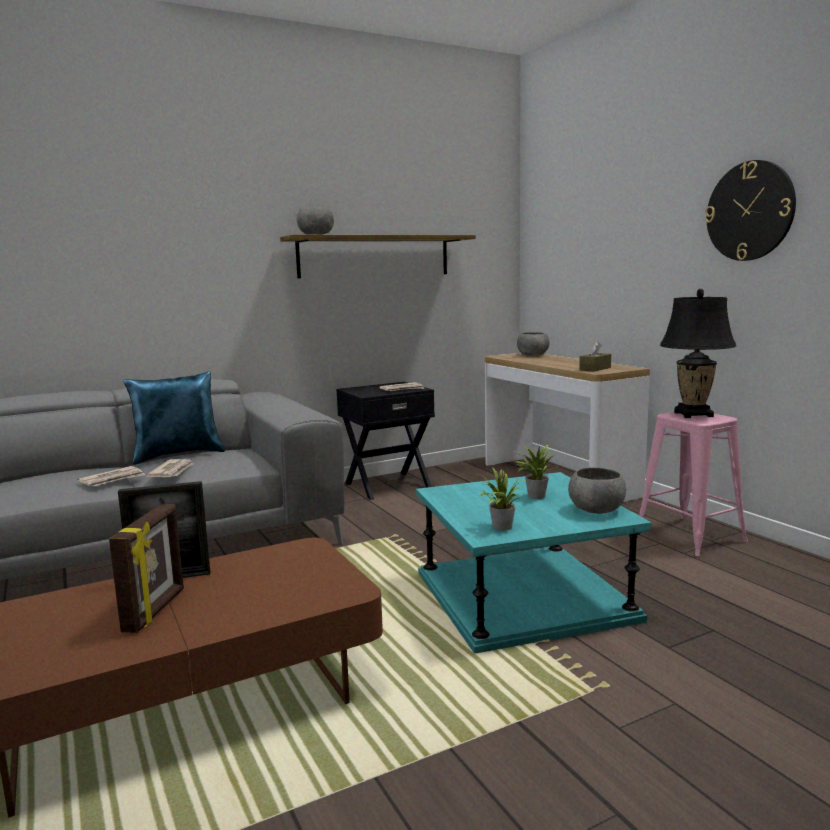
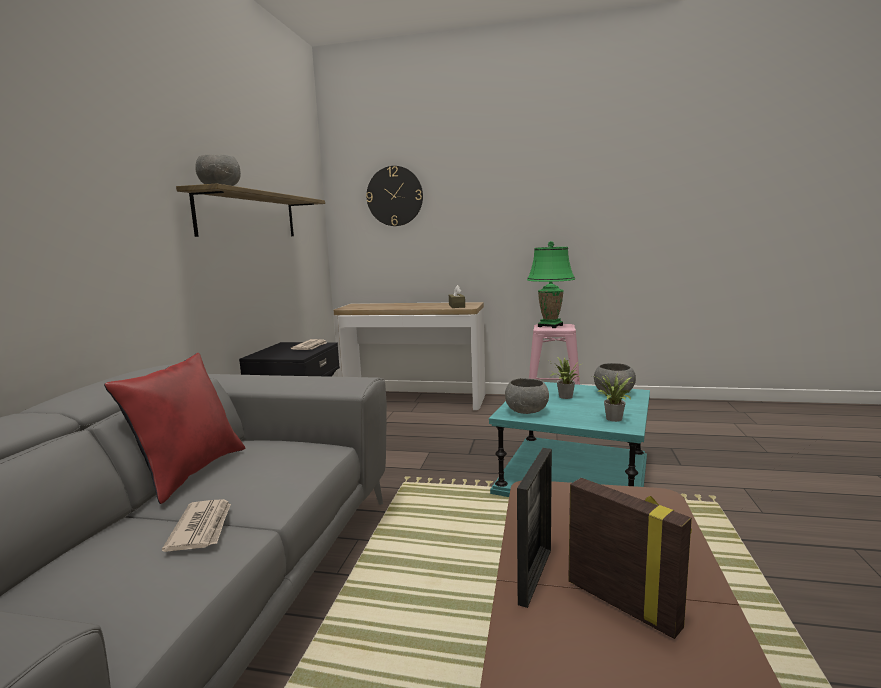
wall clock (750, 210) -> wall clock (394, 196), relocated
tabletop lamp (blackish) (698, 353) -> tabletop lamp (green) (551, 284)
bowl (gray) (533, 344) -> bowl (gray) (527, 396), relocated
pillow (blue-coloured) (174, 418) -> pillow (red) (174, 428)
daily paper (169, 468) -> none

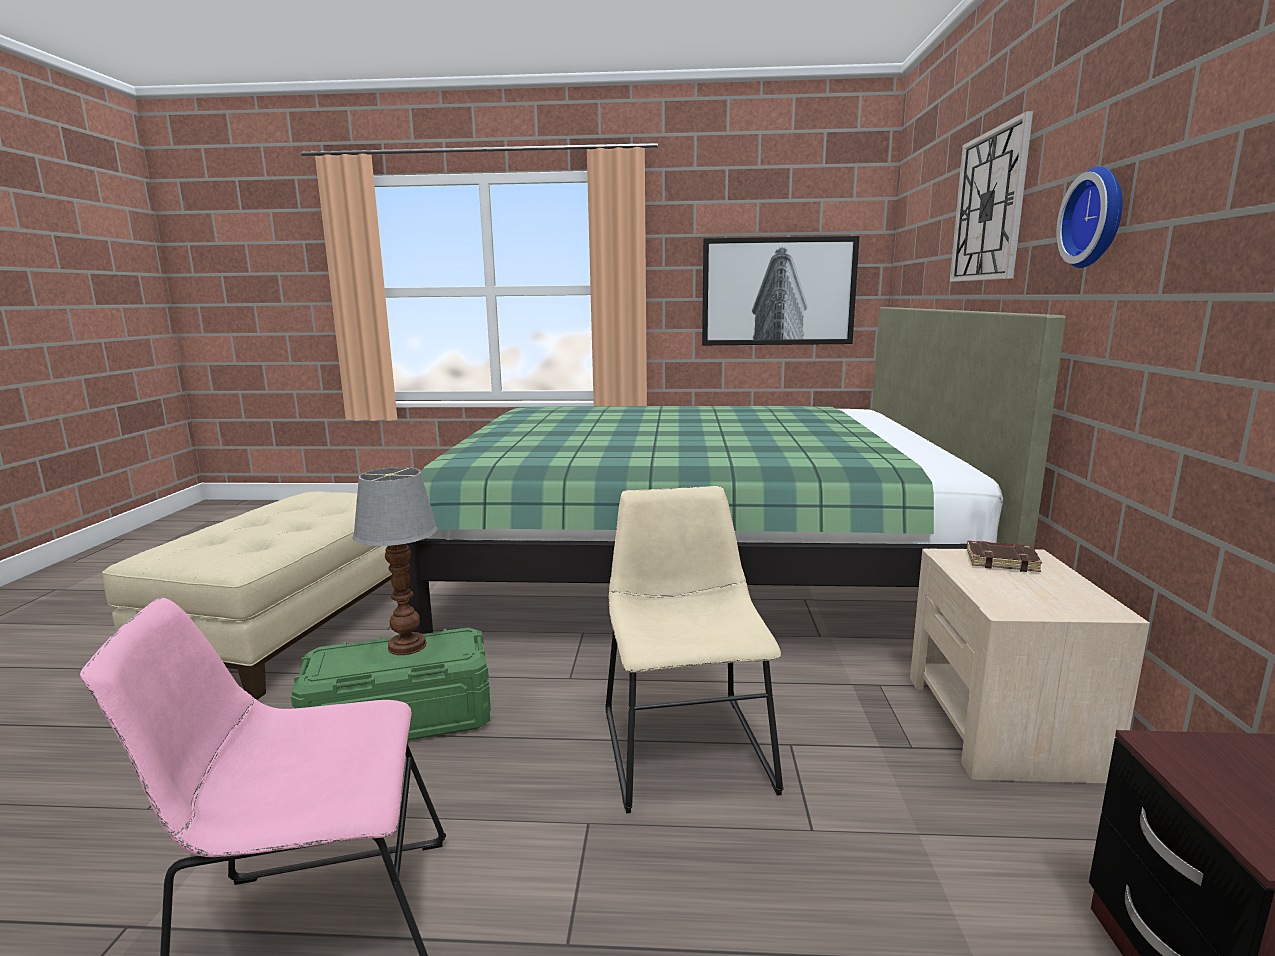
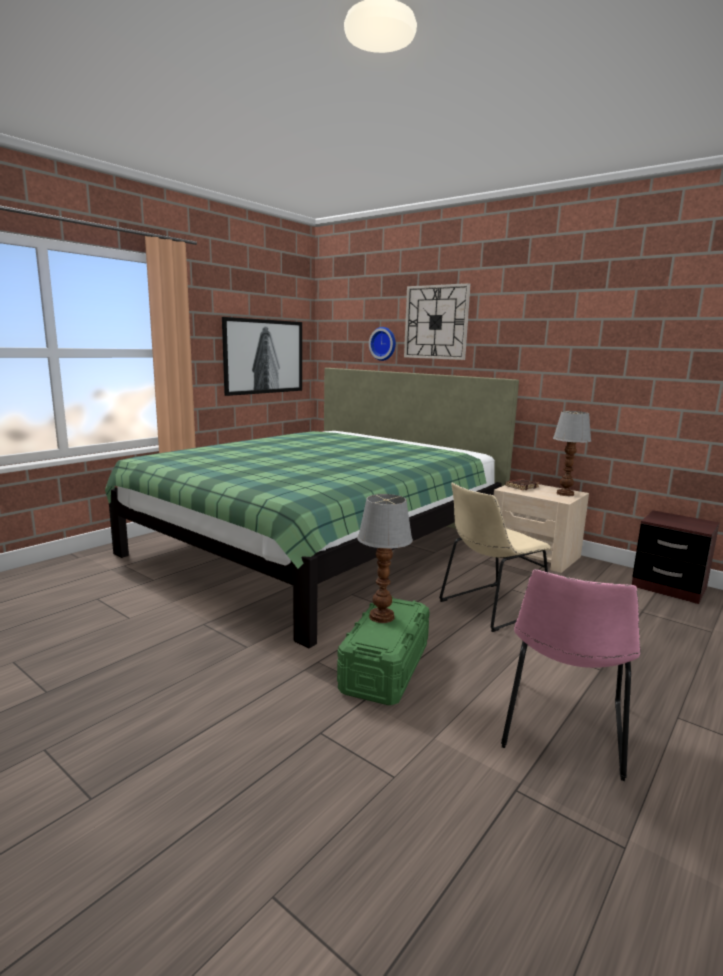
wall clock (1089, 217) -> wall clock (382, 344), relocated
upright chair (sand-coloured) (694, 650) -> upright chair (sand-coloured) (495, 557), 60 degrees counterclockwise
pouffe (sand-coloured) (247, 596) -> none
none -> tabletop lamp (572, 453)

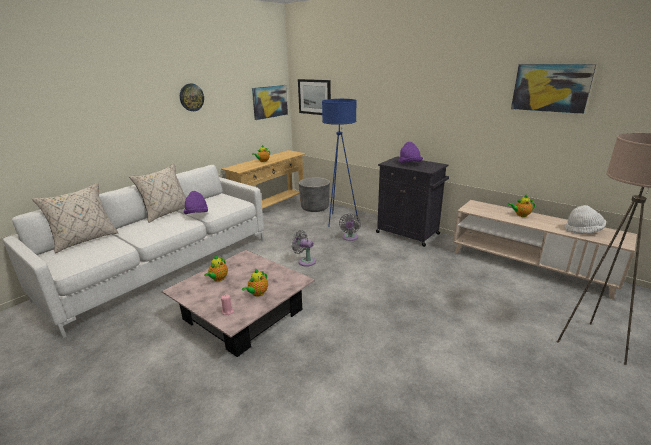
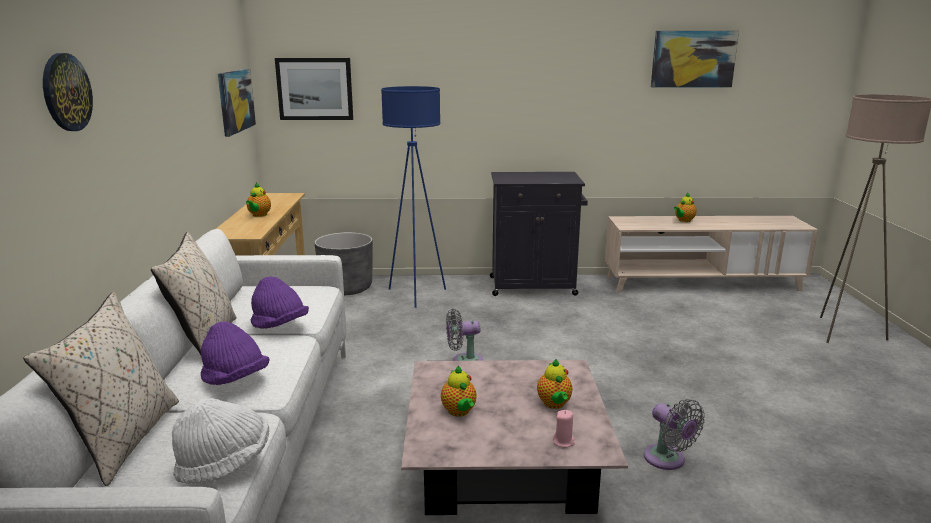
wall clock (192, 97) -> wall clock (68, 92), relocated
clothing hat (purple) (411, 152) -> clothing hat (purple) (235, 353), relocated
clothing hat (whitish) (585, 219) -> clothing hat (whitish) (220, 441), relocated
cooling fan (gray) (350, 227) -> cooling fan (gray) (674, 434), relocated

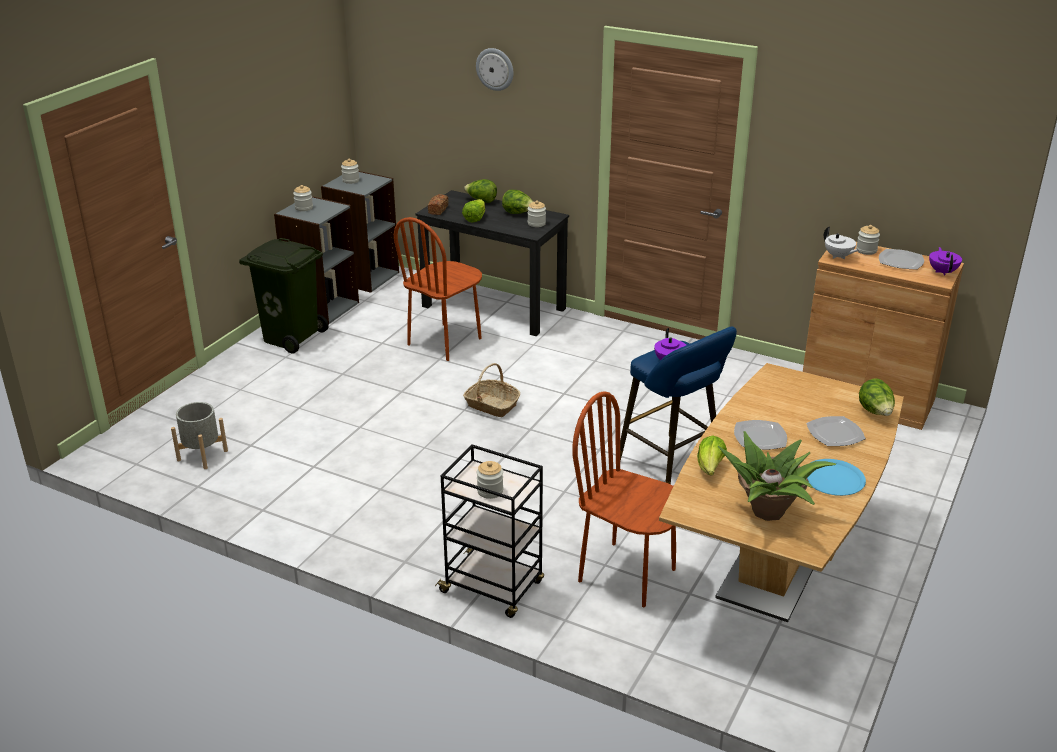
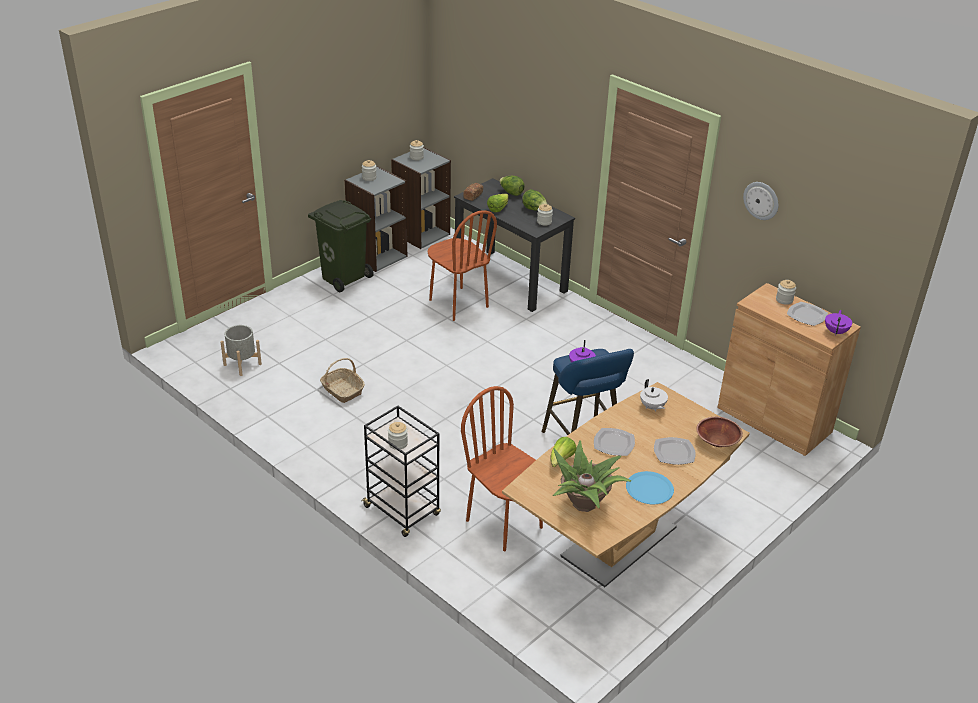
wall clock (495, 69) -> wall clock (761, 201), relocated
upright chair (brownish) (438, 289) -> upright chair (brownish) (462, 265), 90 degrees counterclockwise
tea pot (whitish) (842, 243) -> tea pot (whitish) (654, 395), relocated
storage basket (492, 390) -> storage basket (342, 380), relocated
head of lettuce (877, 397) -> bowl (brownish) (719, 432)

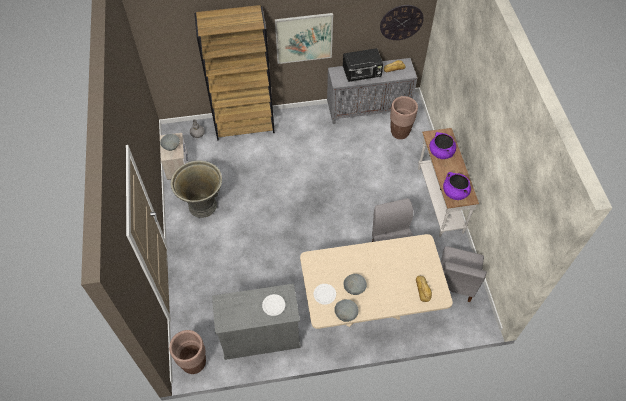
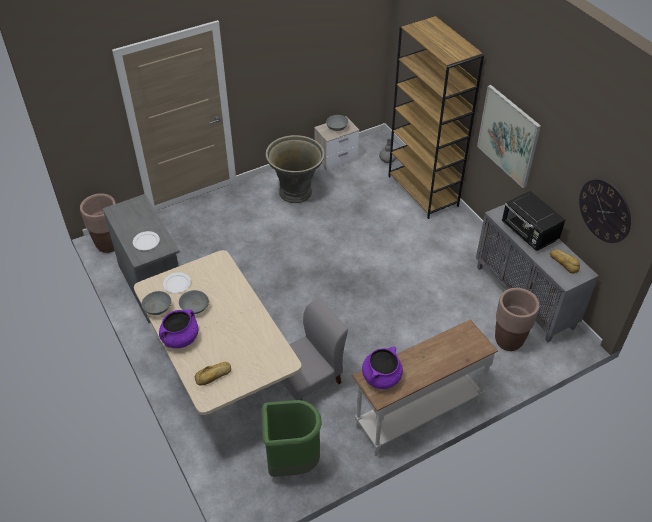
saucepot (purple) (443, 145) -> saucepot (purple) (178, 328), relocated
upright chair (gray) (464, 274) -> rubbish bin (green) (291, 438)

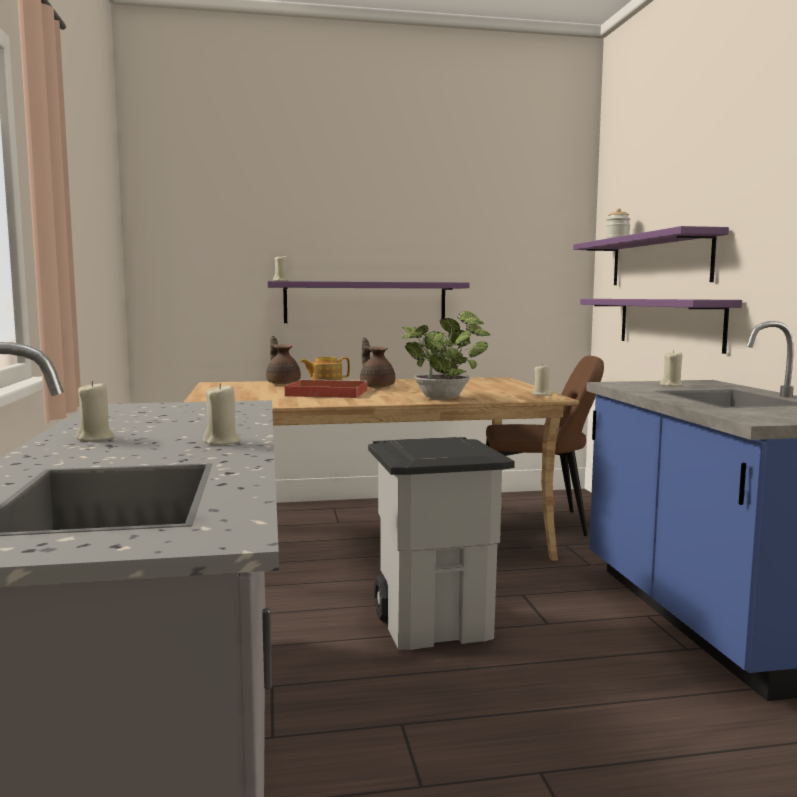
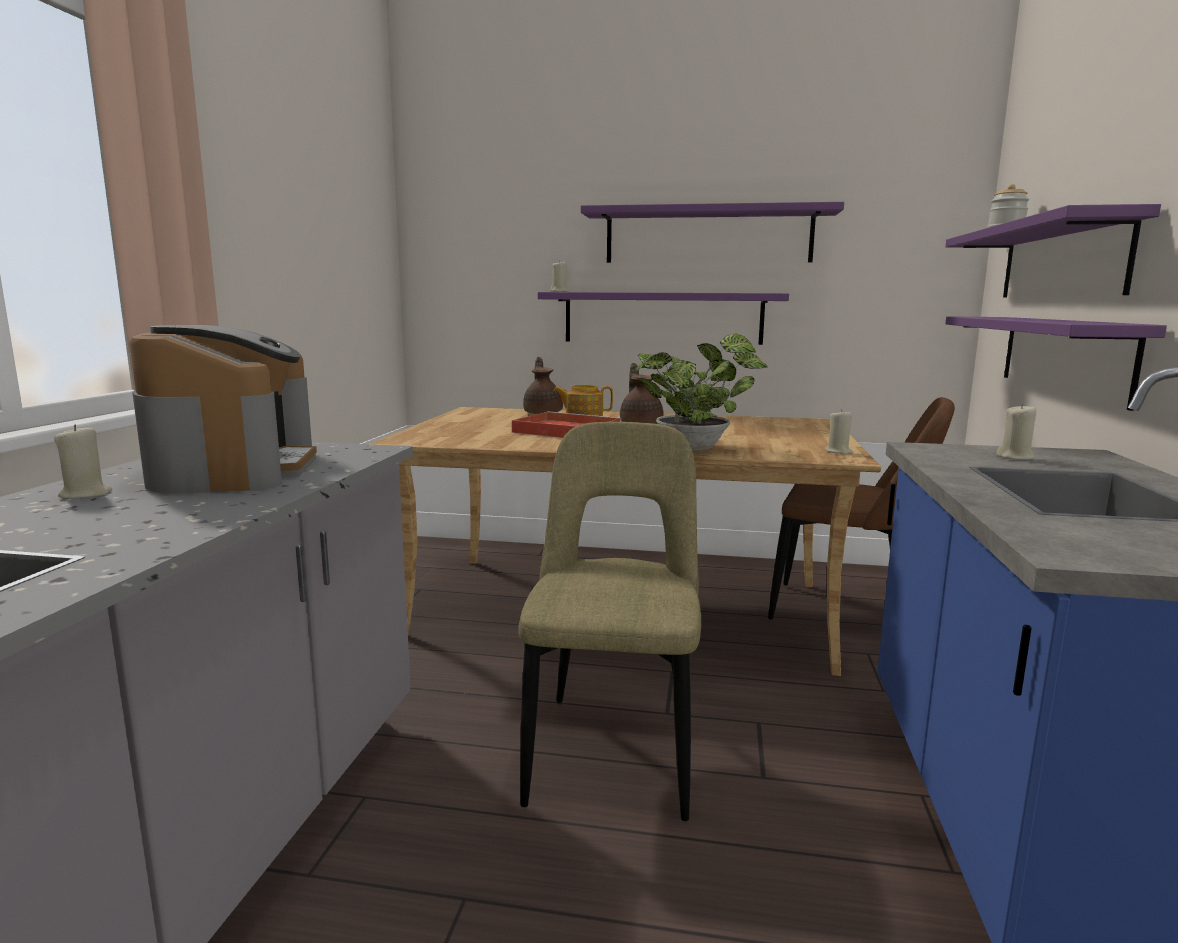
wax light (sand-coloured) (222, 414) -> none
rubbish bin (gray) (441, 543) -> upright chair (sand-coloured) (610, 621)
none -> bracket shelf (purple) (712, 232)
none -> coffee maker (223, 409)

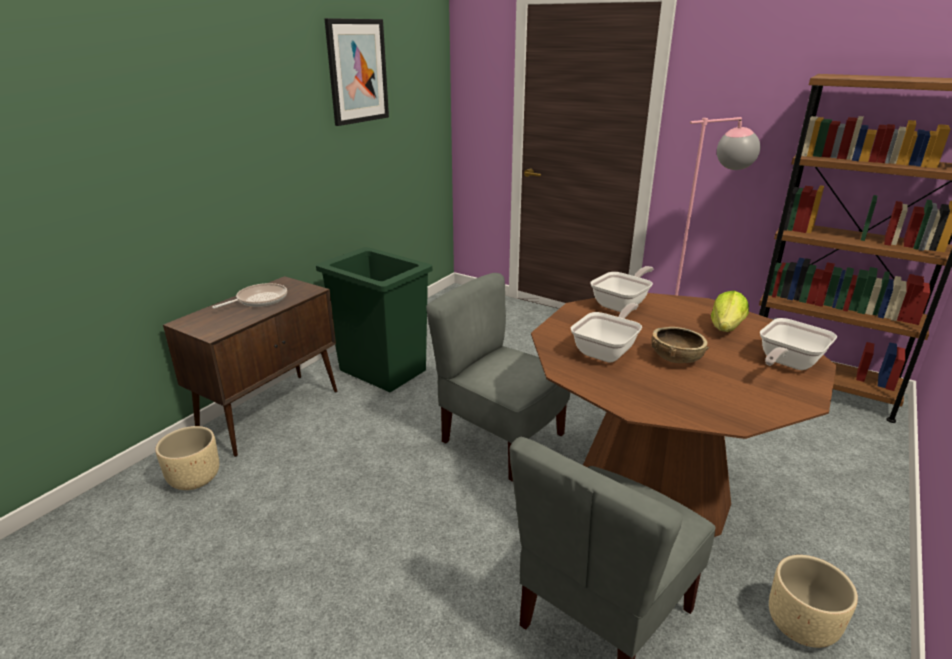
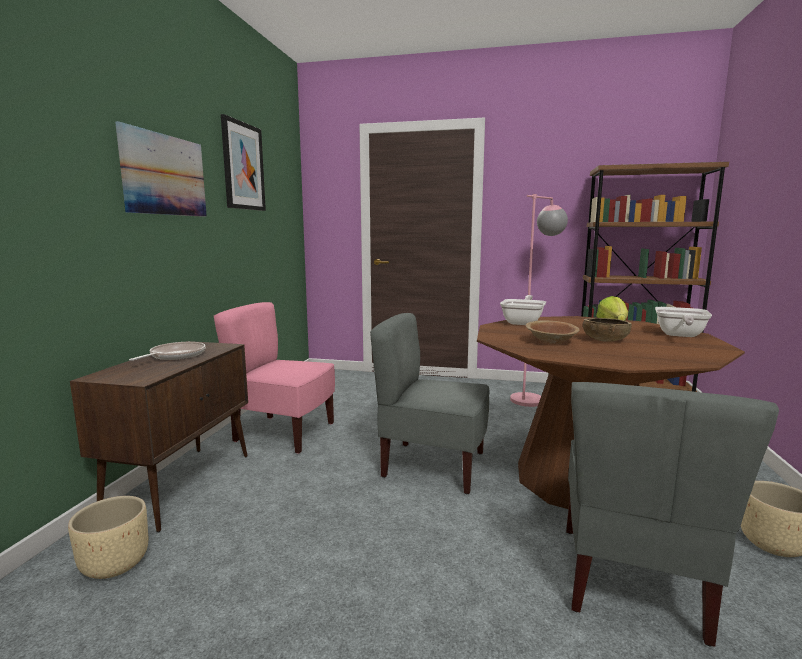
rubbish bin (green) (374, 319) -> upright chair (pink-coloured) (274, 378)
skillet (606, 333) -> bowl (brownish) (553, 332)
none -> picture (161, 169)

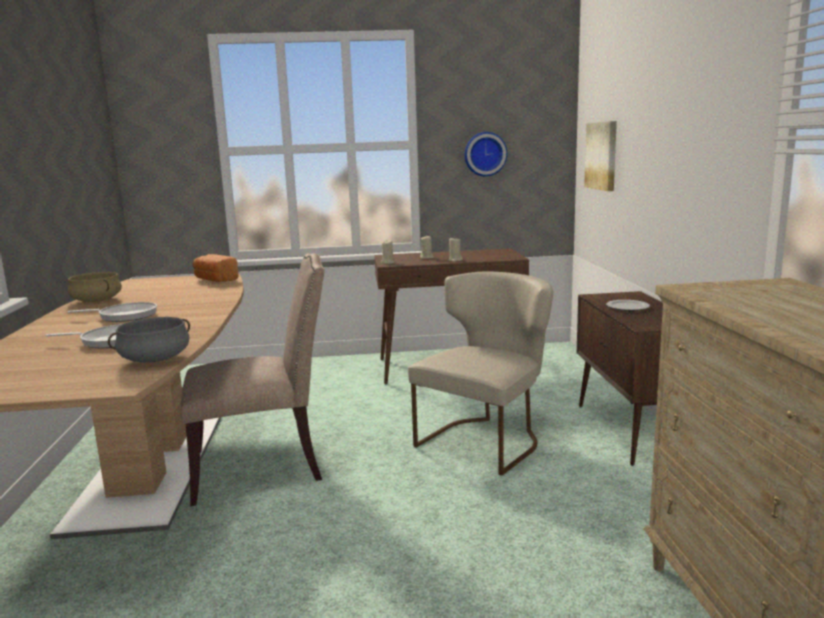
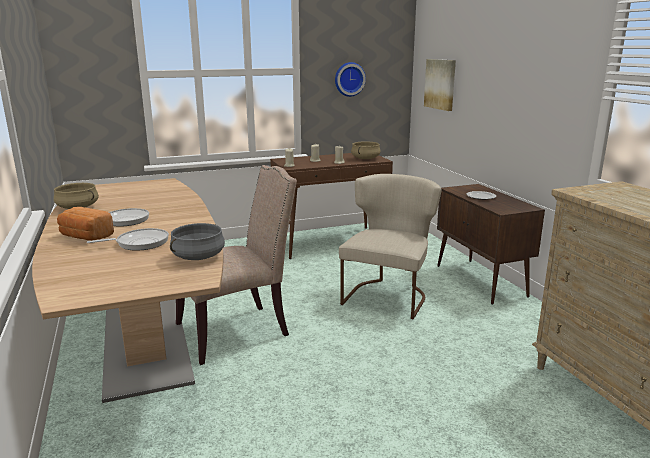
bread (216, 268) -> bread (85, 224), relocated
none -> saucepot (sand-coloured) (365, 150)

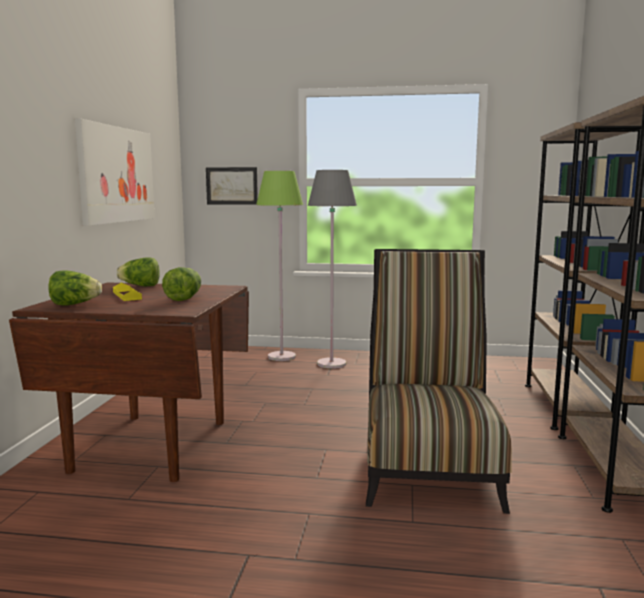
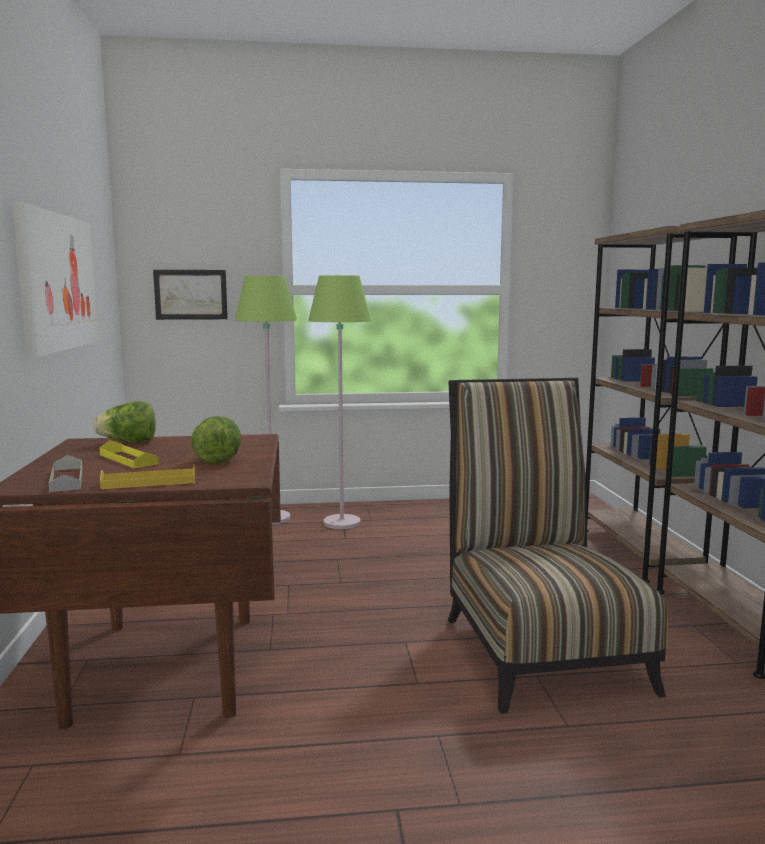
floor lamp (gray) (332, 269) -> floor lamp (green) (339, 402)
head of lettuce (75, 287) -> tray (gray) (65, 473)
none -> tray (yellow-coloured) (147, 477)

